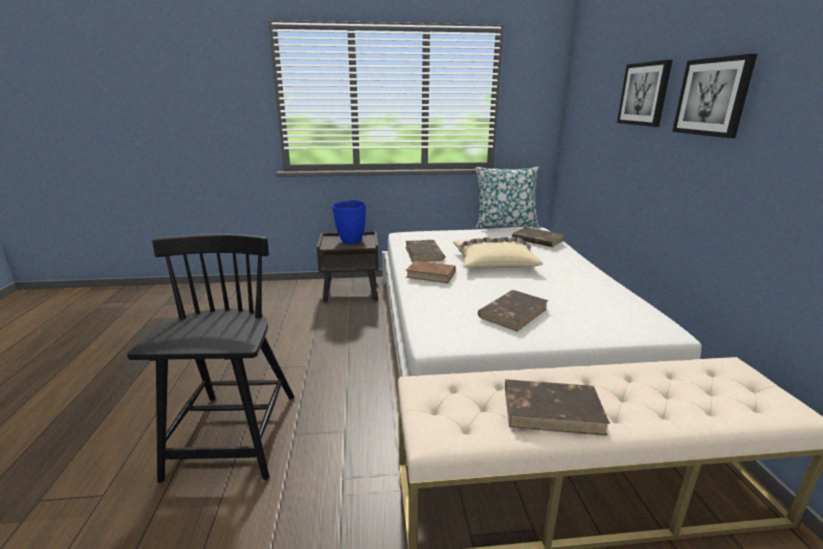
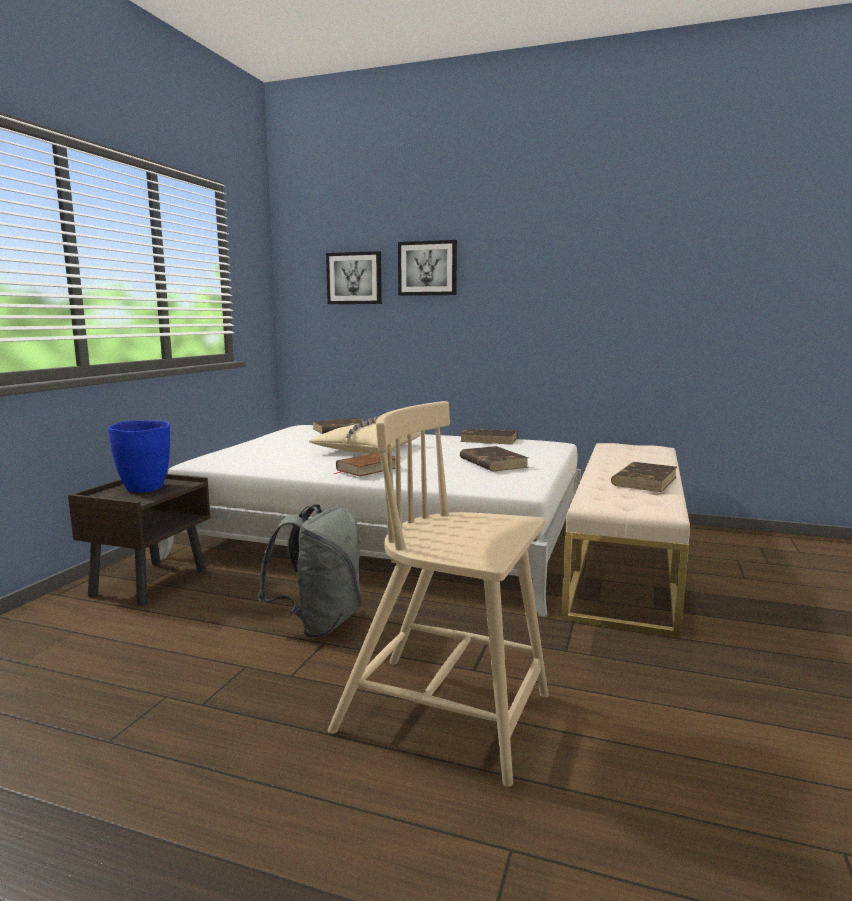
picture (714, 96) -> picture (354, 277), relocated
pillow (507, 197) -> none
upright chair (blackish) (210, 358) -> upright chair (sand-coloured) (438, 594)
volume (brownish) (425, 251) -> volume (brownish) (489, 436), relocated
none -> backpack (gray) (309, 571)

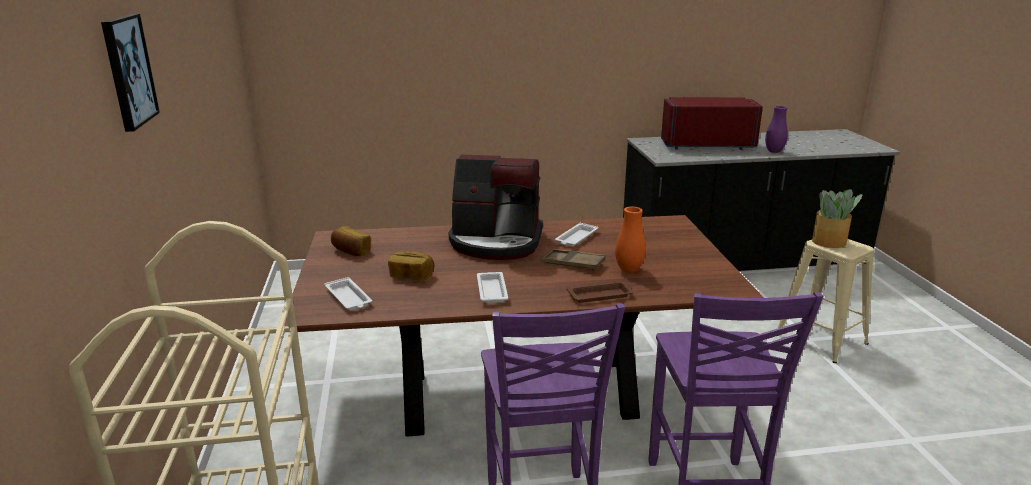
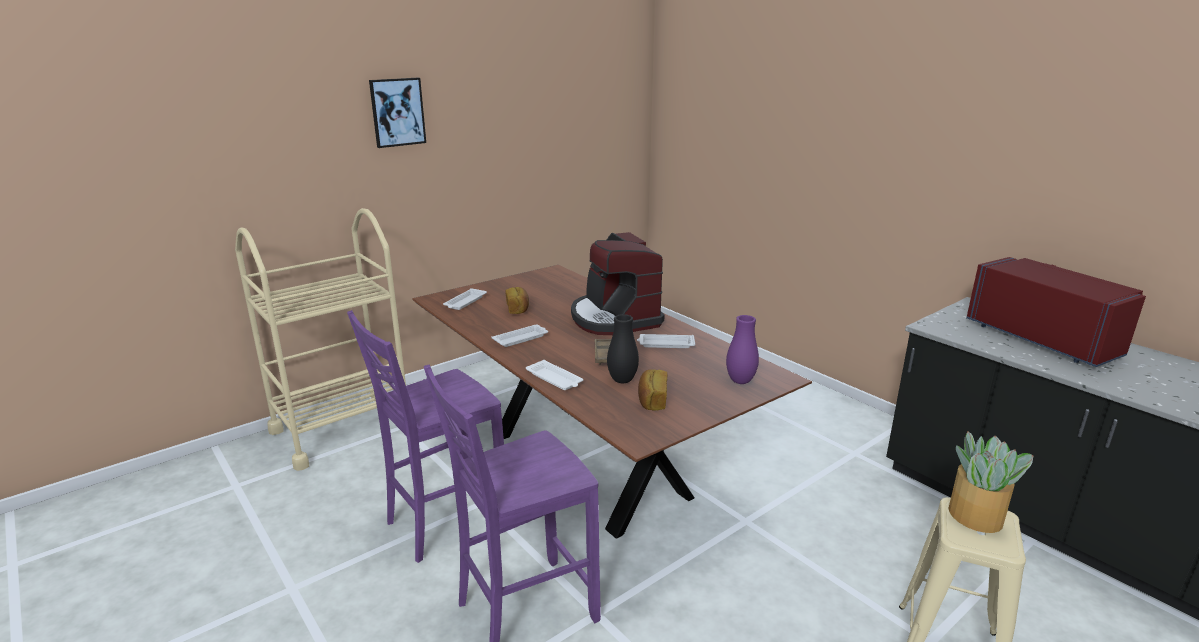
vase (purple) (776, 129) -> vase (purple) (742, 349), relocated
vase (orangey) (630, 240) -> vase (blackish) (623, 348)
bread (351, 241) -> bread (652, 389), relocated
tray (brownish) (600, 292) -> tray (whitish) (554, 375)

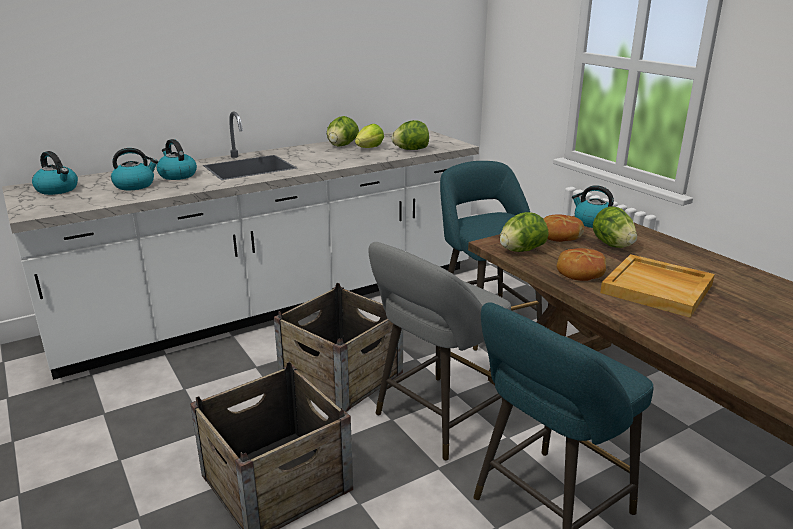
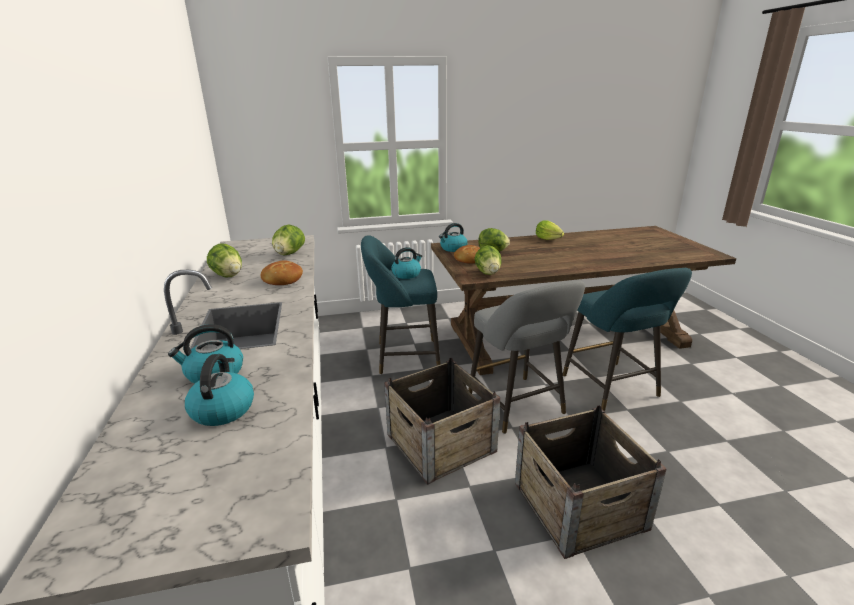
head of lettuce (369, 136) -> head of lettuce (550, 230), relocated
tea kettle (55, 173) -> tea kettle (406, 263), relocated
bread (581, 264) -> bread (282, 272), relocated
tray (sand-coloured) (657, 286) -> none

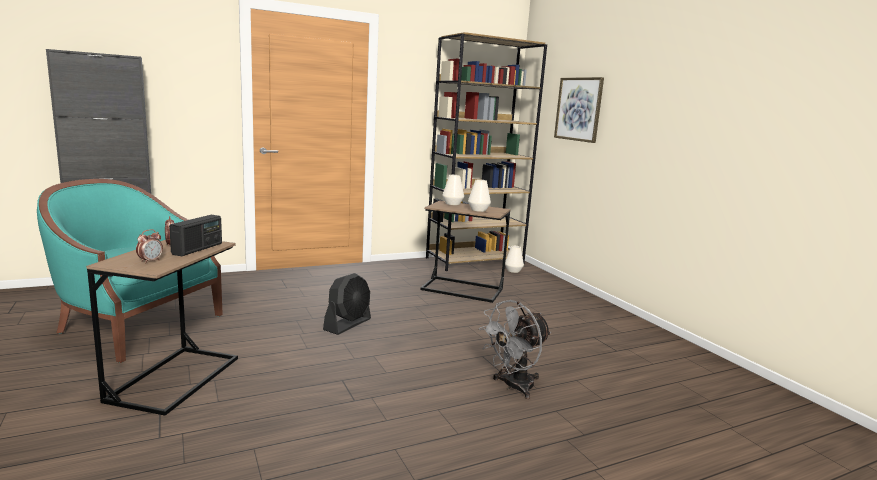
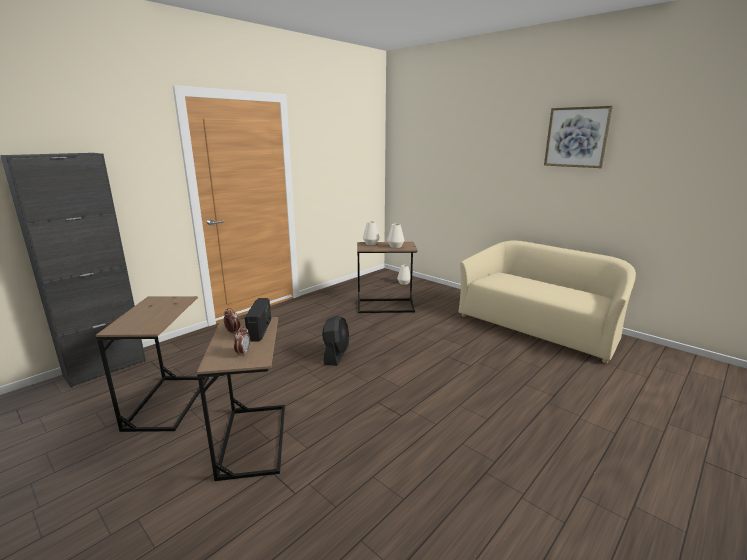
shelving unit (brownish) (486, 151) -> none
picture (579, 110) -> picture (578, 137), relocated
lounge chair (blue-green) (130, 271) -> accent table (brownish) (152, 364)
cooling fan (gray) (515, 349) -> none
none -> sofa (sand-coloured) (547, 302)

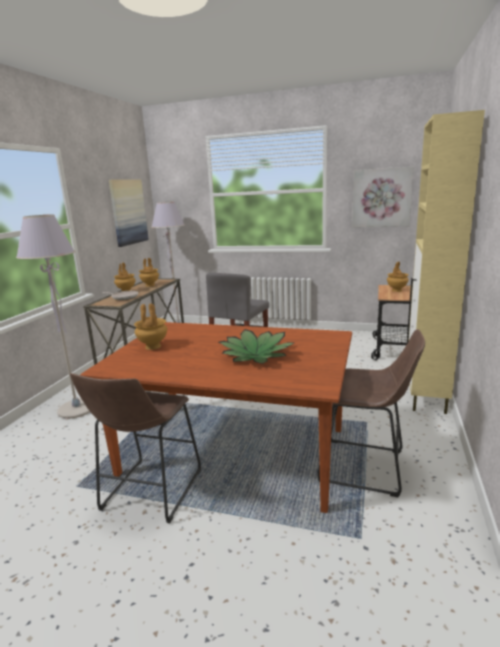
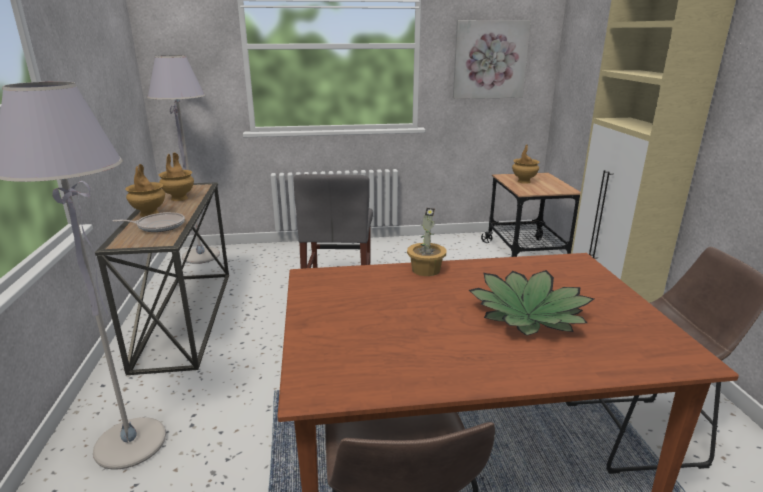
picture (129, 213) -> none
vase (brownish) (150, 326) -> none
none -> plant in a pot (426, 242)

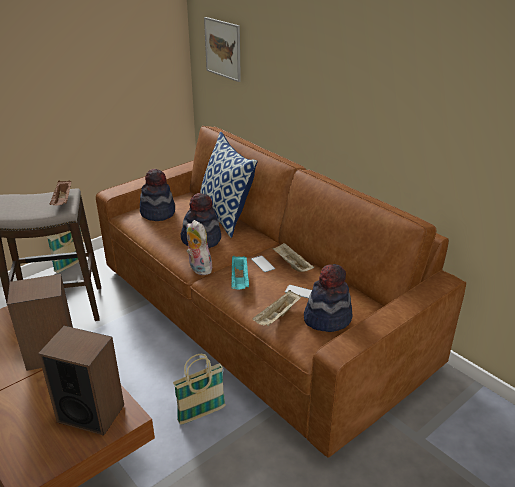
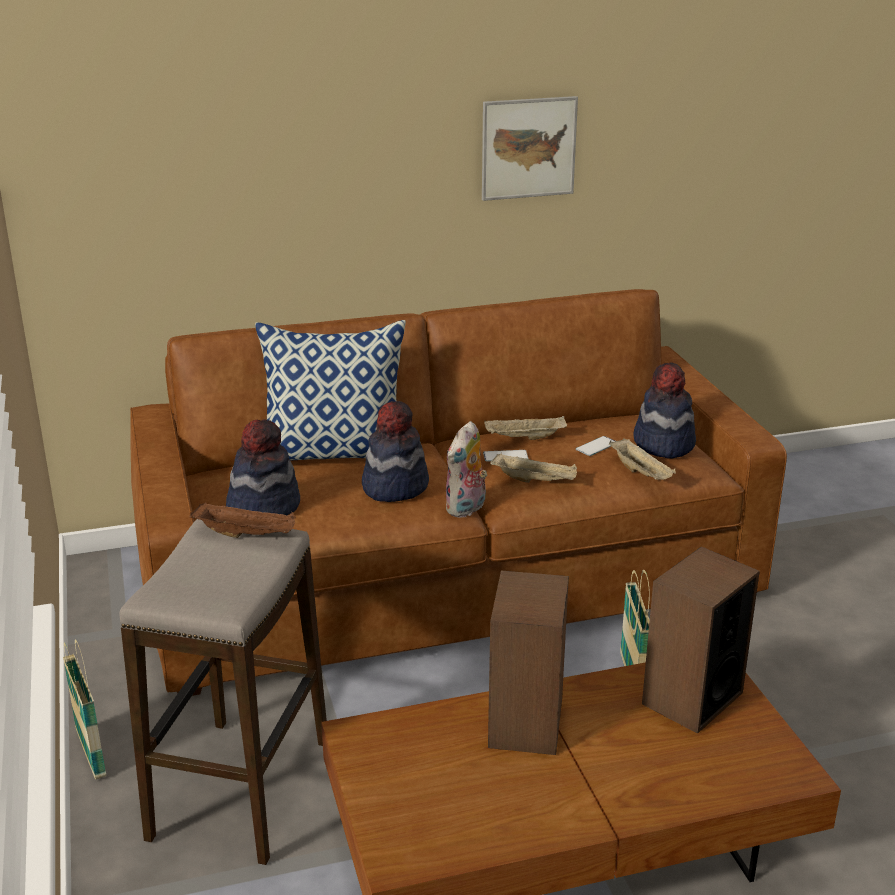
picture (222, 49) -> picture (530, 148), relocated
plush toy (199, 247) -> plush toy (466, 469), 45 degrees counterclockwise
tray (blue-green) (240, 273) -> tray (sand-coloured) (533, 468)

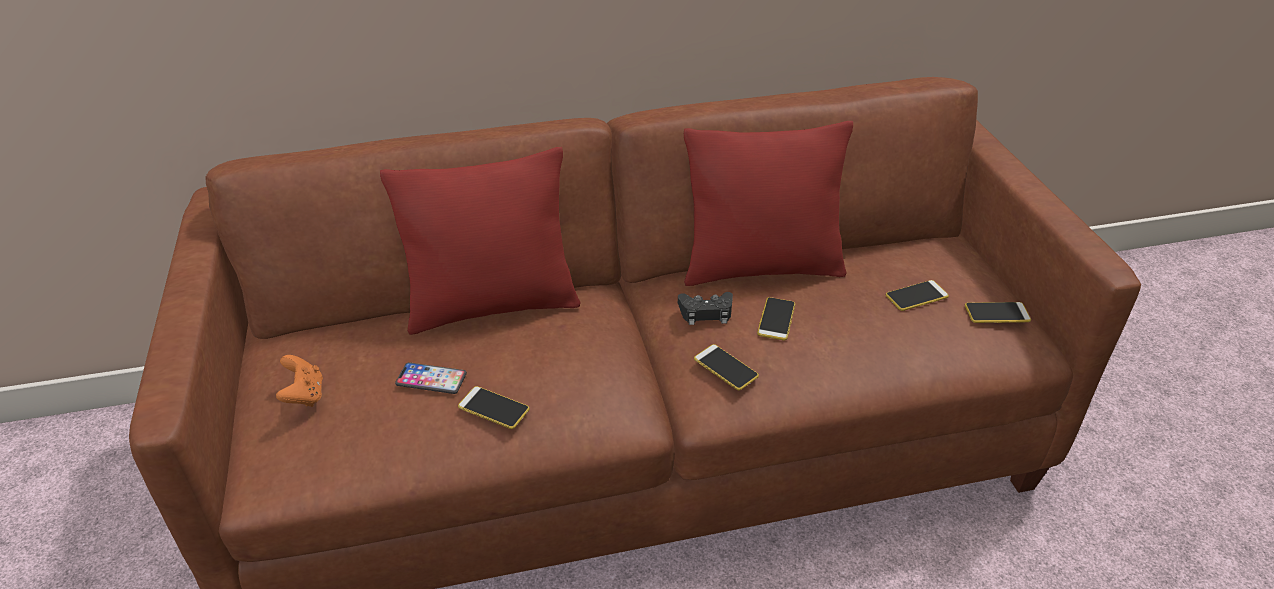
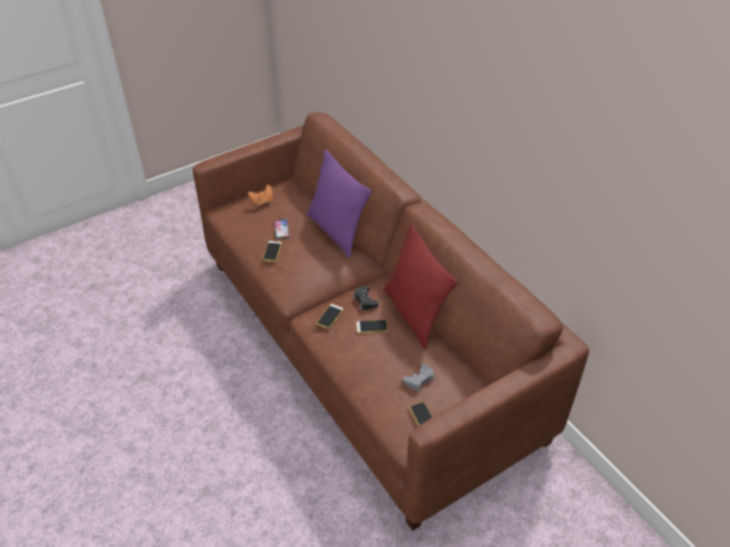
pillow (red) (480, 241) -> pillow (purple) (339, 203)
handset (917, 295) -> joypad (gray) (418, 377)

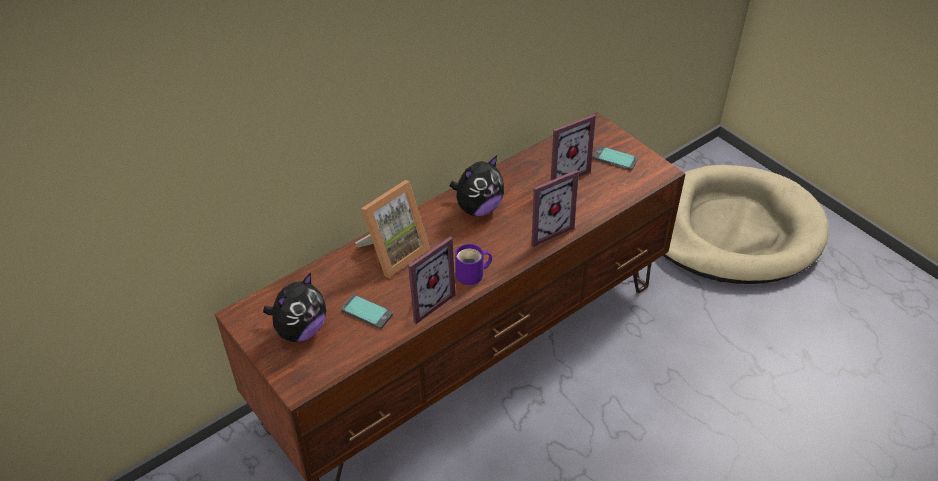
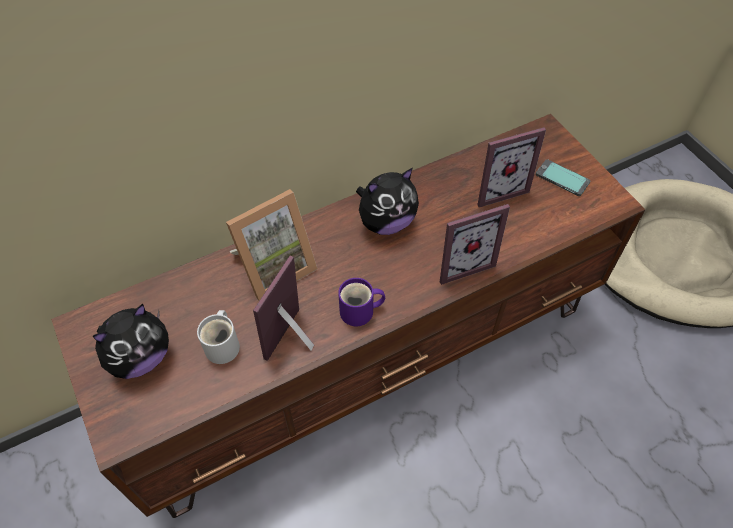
photo frame (432, 280) -> photo frame (283, 308), 150 degrees clockwise
handset (367, 311) -> tea mug (whitish) (218, 337)

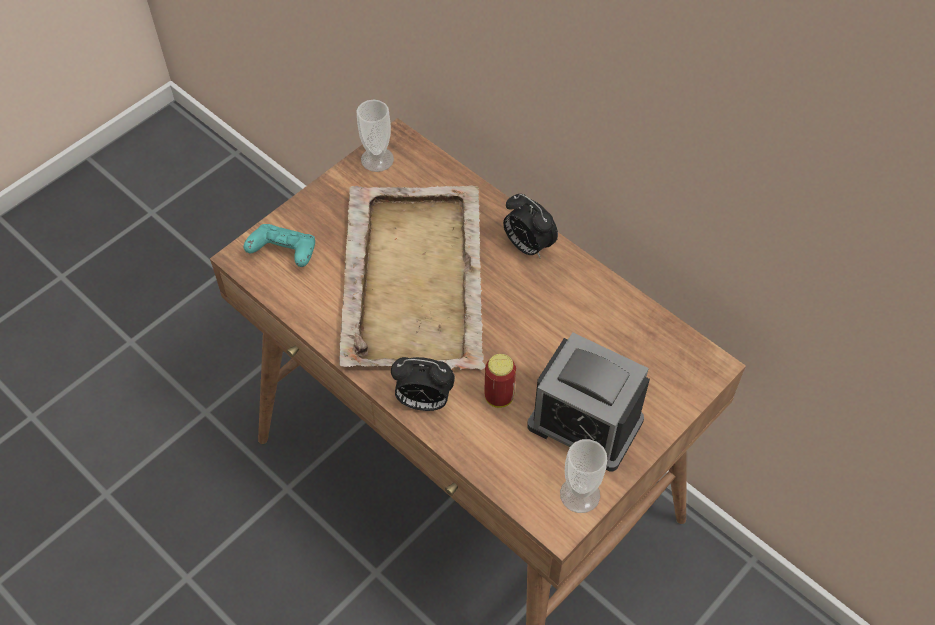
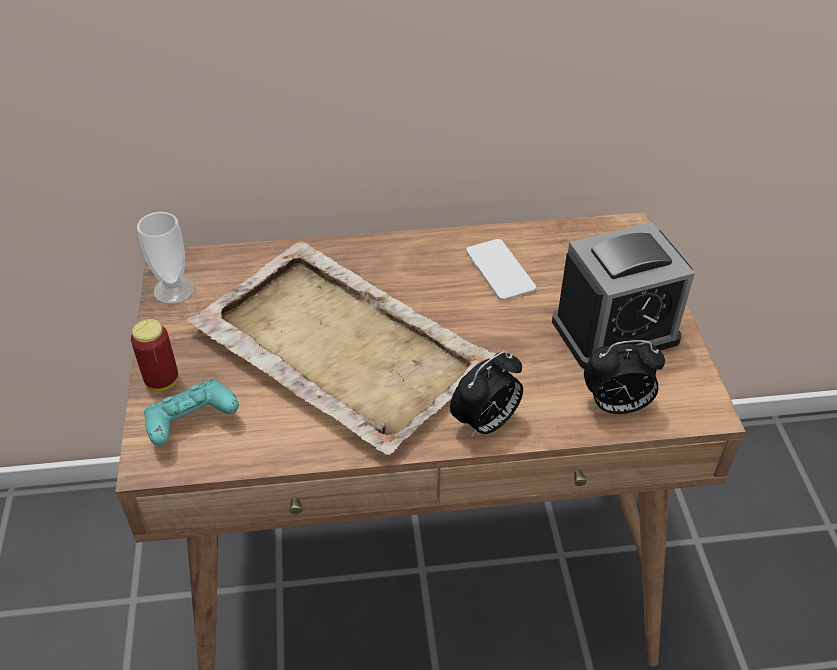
bedside clock (530, 226) -> bedside clock (624, 377), relocated
sealed can (500, 381) -> sealed can (155, 355), relocated
drinking cup (583, 476) -> none
none -> handset (501, 270)

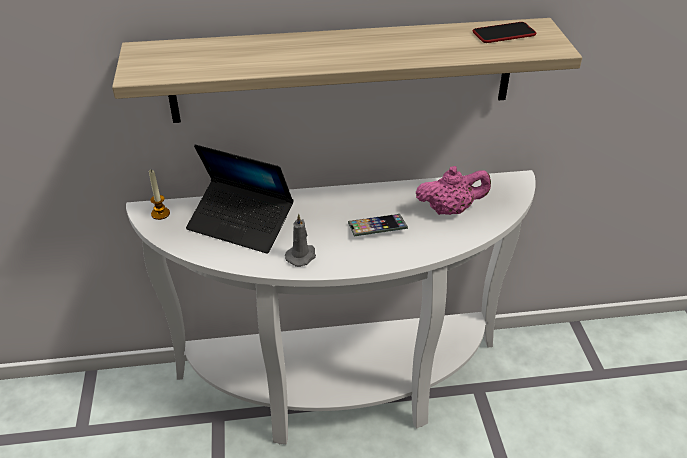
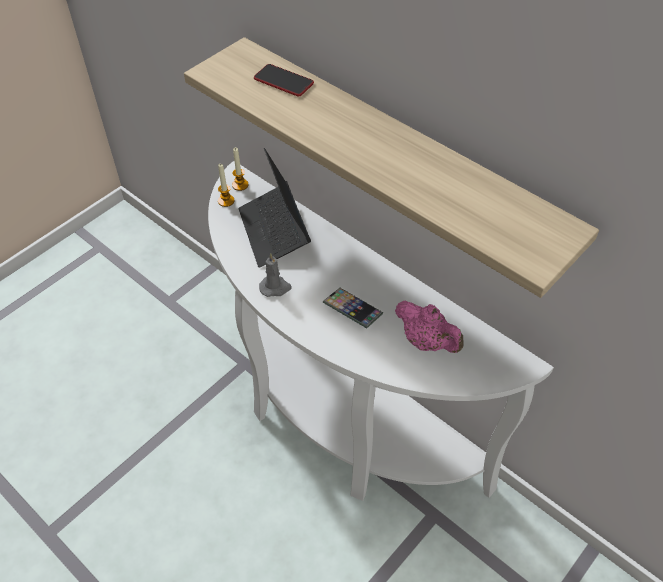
handset (504, 32) -> handset (284, 80), relocated
none -> wax light (226, 185)

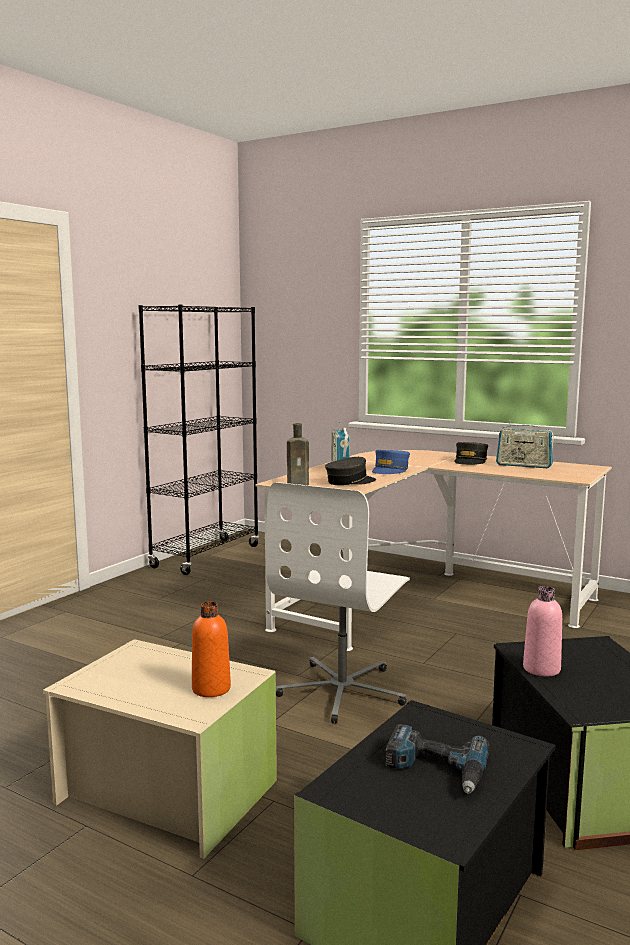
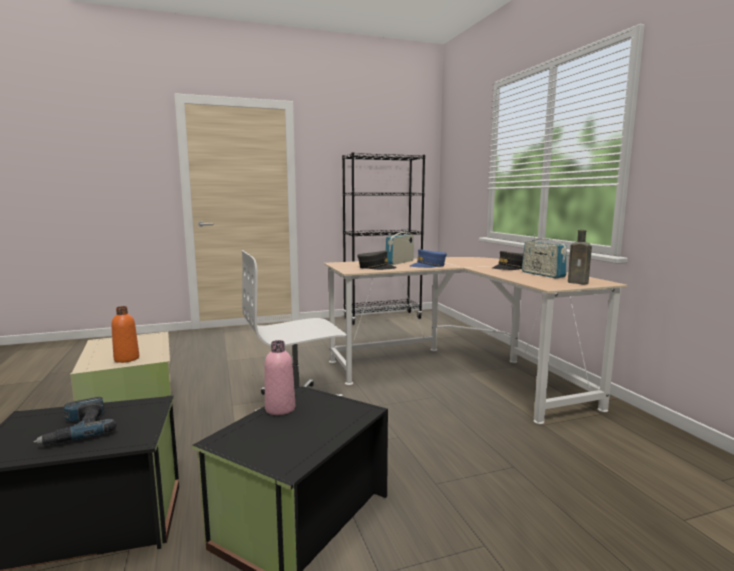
bottle (brownish) (298, 454) -> bottle (brownish) (580, 257), relocated

